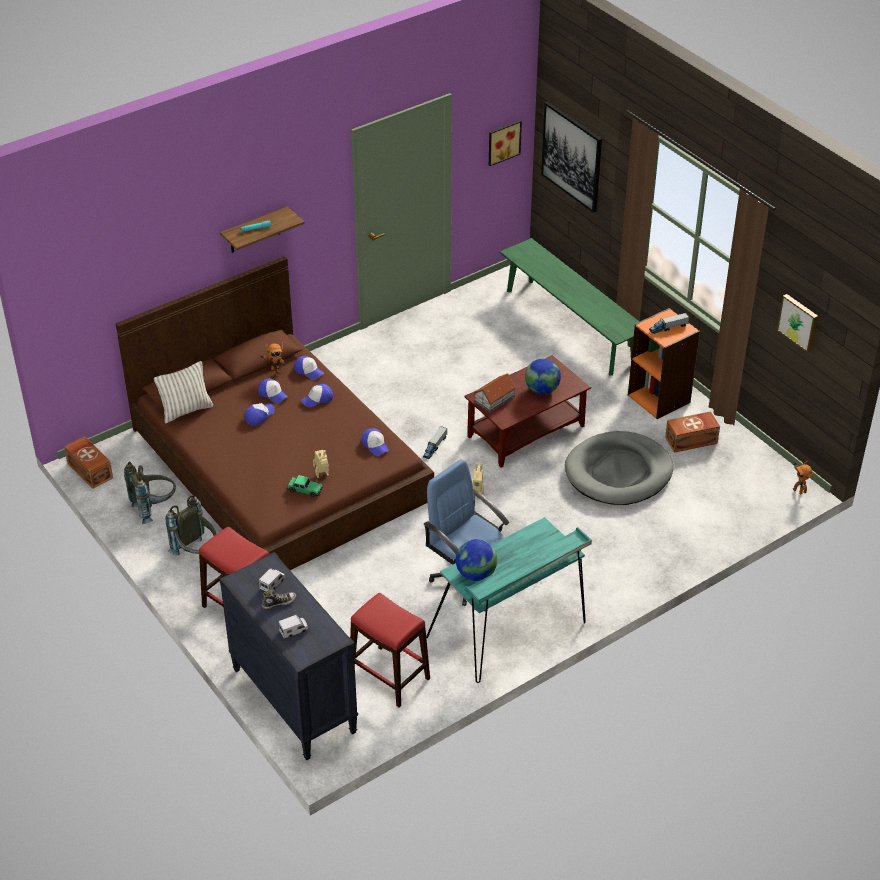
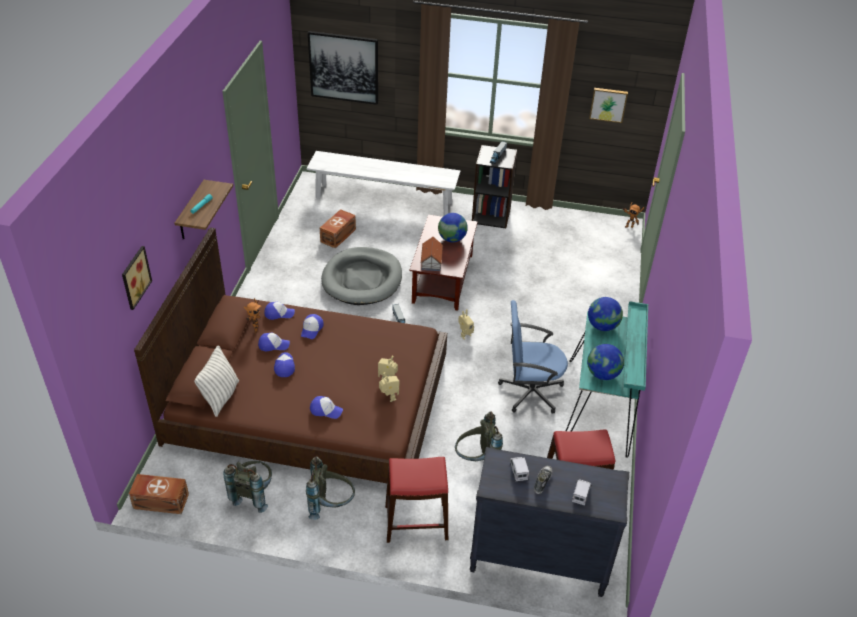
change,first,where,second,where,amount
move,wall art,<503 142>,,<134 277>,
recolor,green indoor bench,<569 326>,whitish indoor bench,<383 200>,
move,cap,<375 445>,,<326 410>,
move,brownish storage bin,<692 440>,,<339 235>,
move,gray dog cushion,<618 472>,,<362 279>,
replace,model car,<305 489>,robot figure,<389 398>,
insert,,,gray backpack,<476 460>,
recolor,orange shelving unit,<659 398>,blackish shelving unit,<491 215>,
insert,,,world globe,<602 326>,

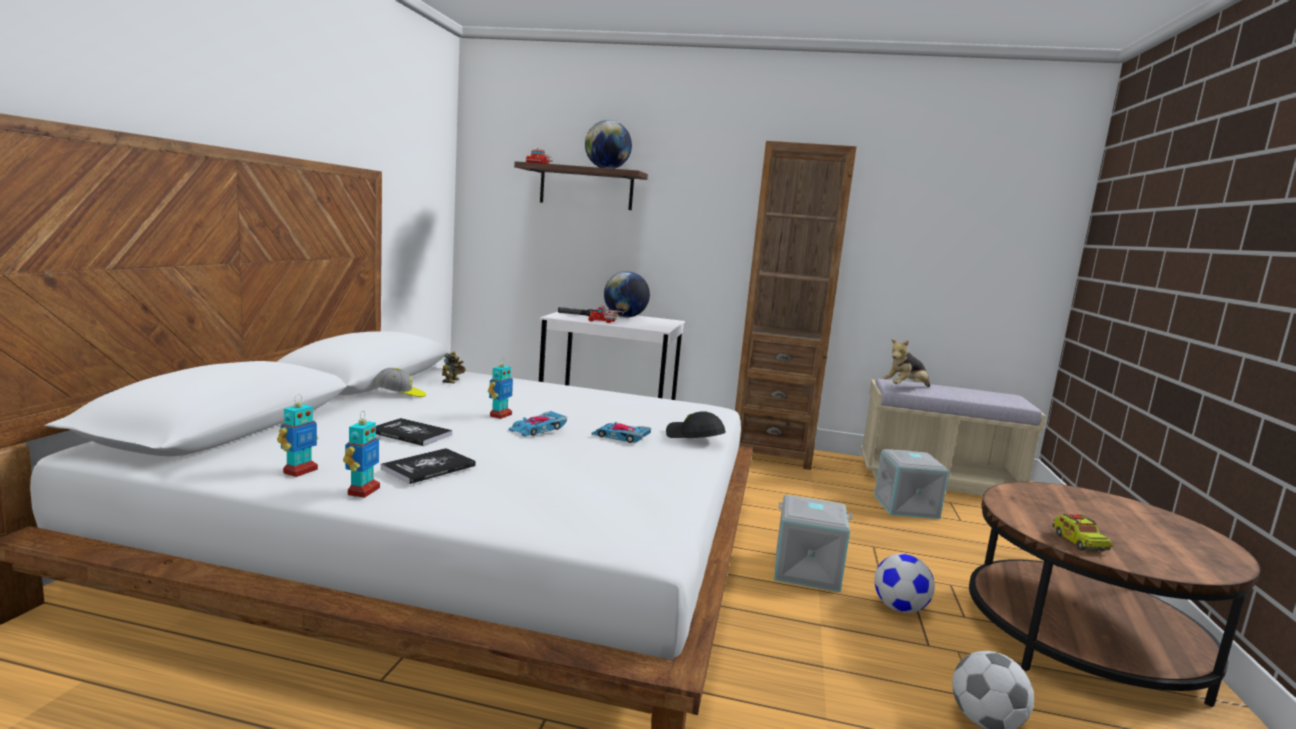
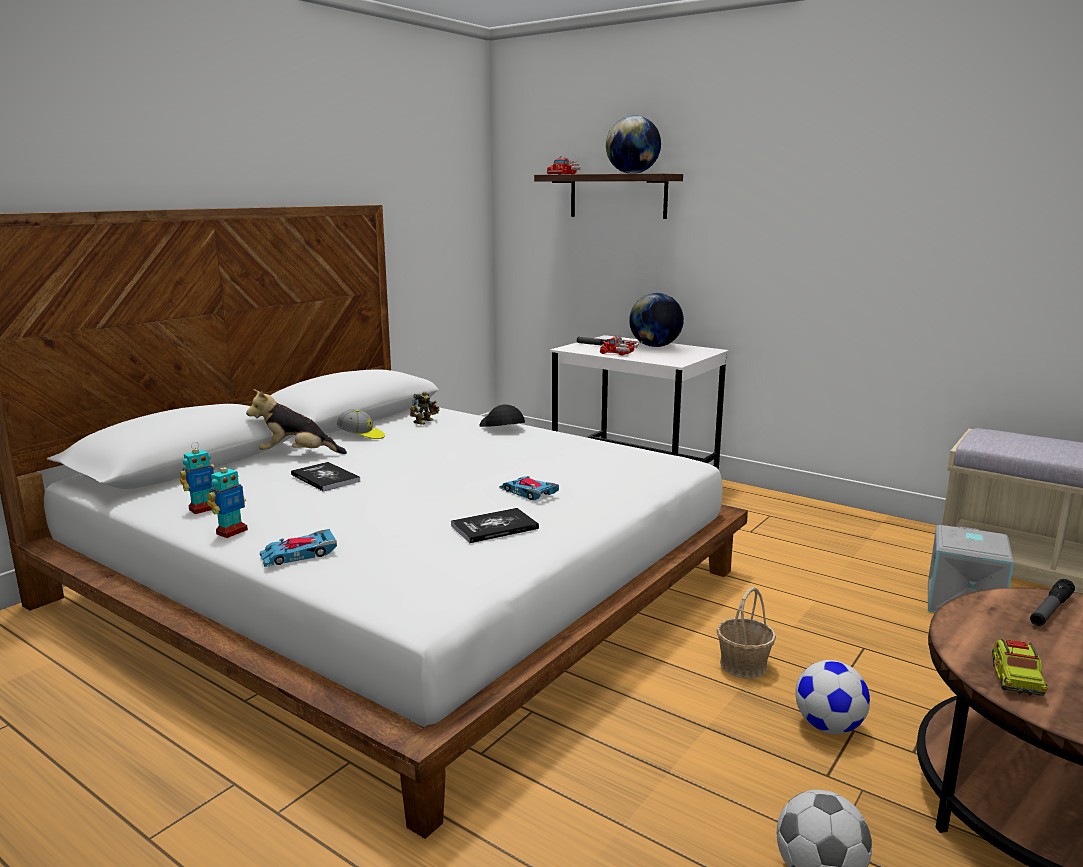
change,first,where,second,where,amount
move,cuddly toy,<905 388>,,<297 455>,
move,model car,<537 429>,,<298 554>,
move,bound book,<428 467>,,<494 527>,
move,blackish cap,<694 437>,,<501 427>,
replace,gray storage bin,<806 571>,basket,<743 665>,
insert,,,flashlight,<1050 610>,
delete,robot figure,<500 415>,,,
delete,brownish shelving unit,<771 453>,,,

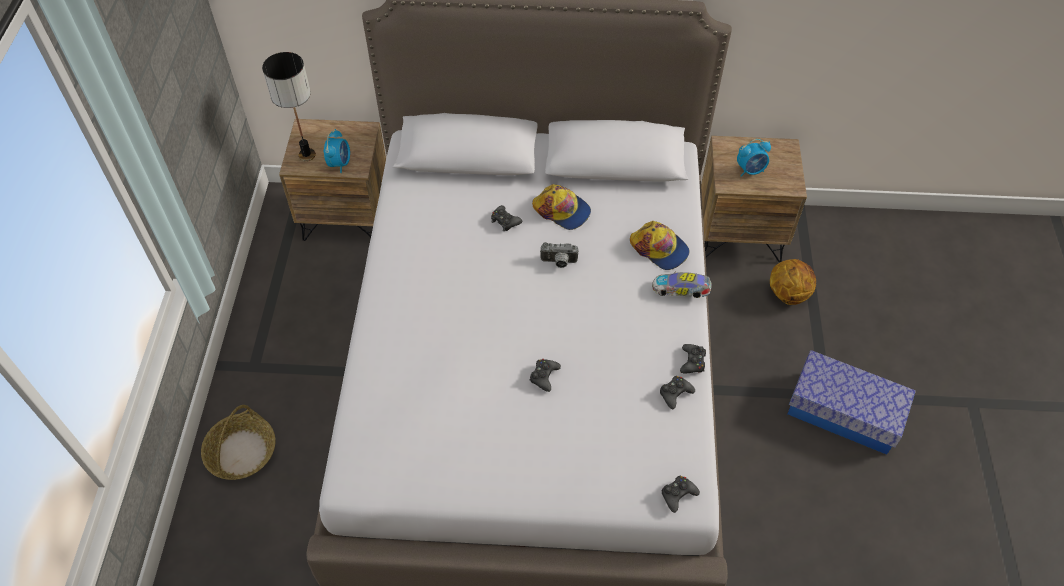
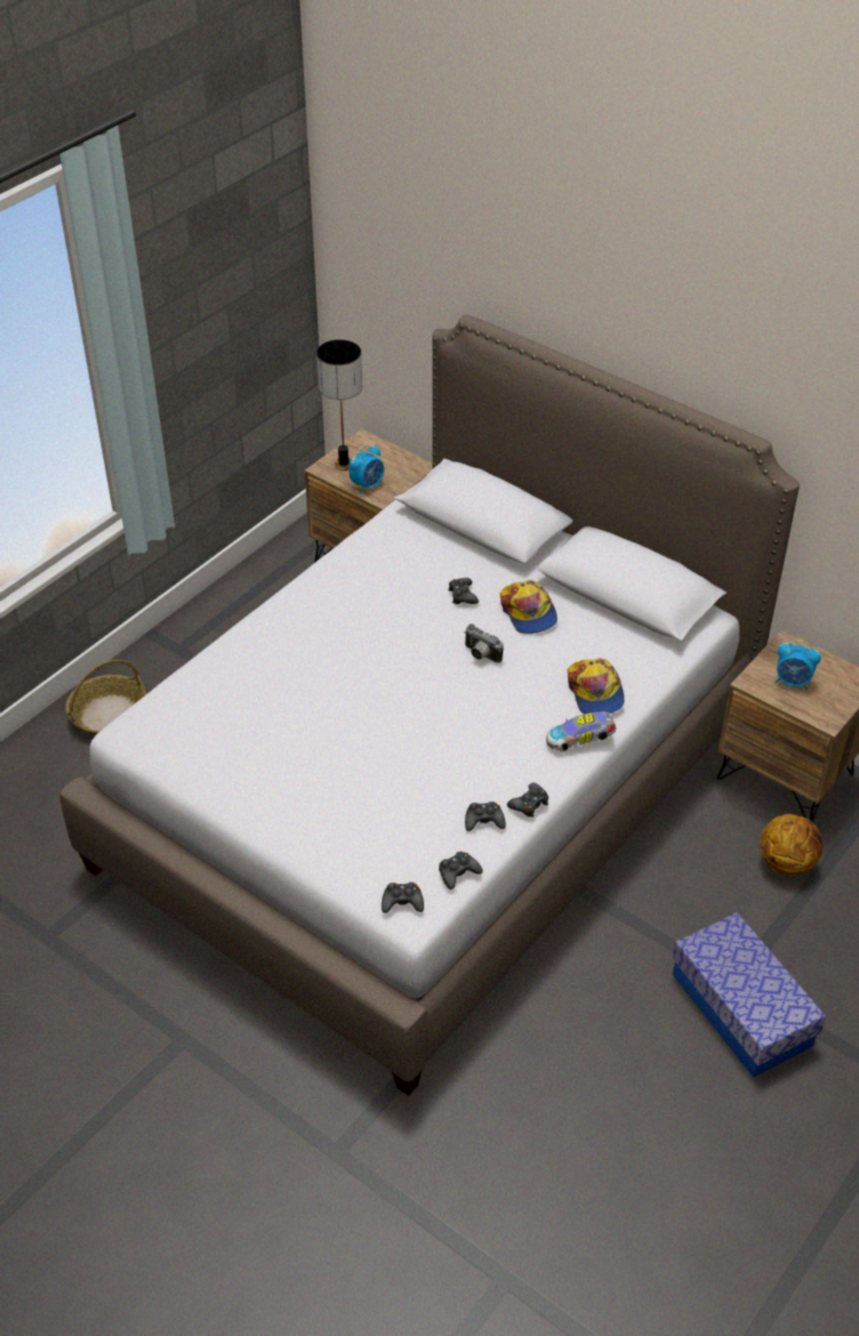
change,first,where,second,where,amount
move,blackish joypad,<544 376>,,<458 873>,
rotate,model car,<682 290>,,<581 739>,60 degrees counterclockwise

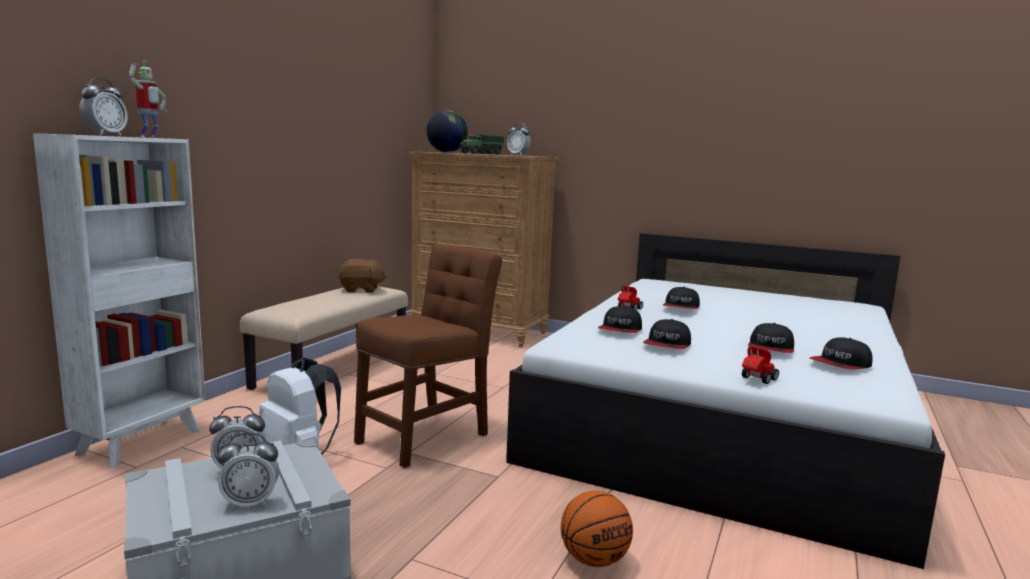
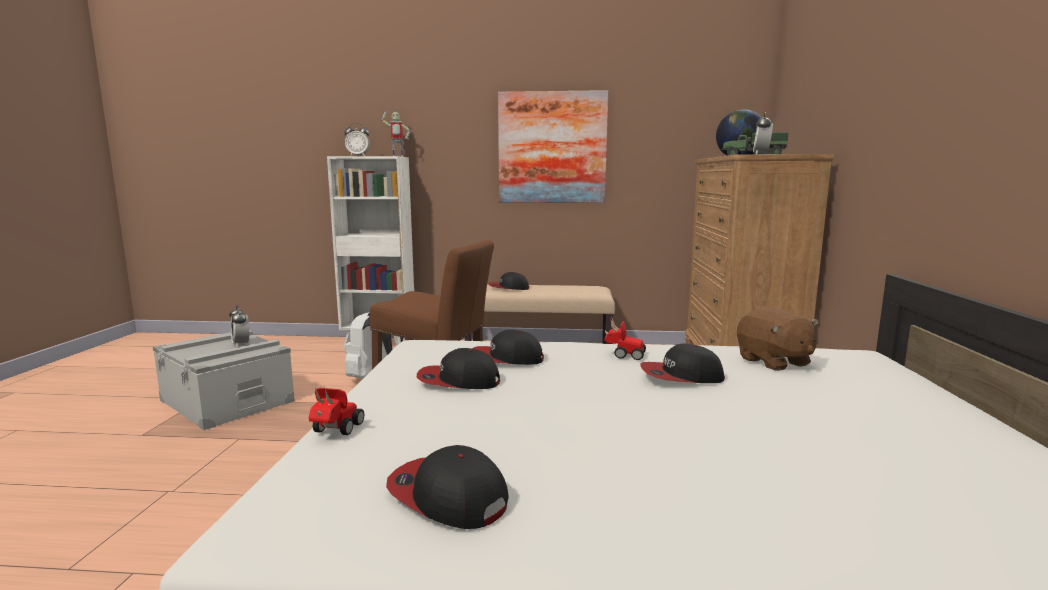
change,first,where,second,where,amount
rotate,model car,<756 380>,,<335 431>,105 degrees counterclockwise
move,cap,<770 349>,,<508 288>,
insert,,,wall art,<552 148>,
move,brownish cuddly toy,<361 290>,,<773 362>,
delete,alarm clock,<250 503>,,,
delete,basketball,<594 560>,,,

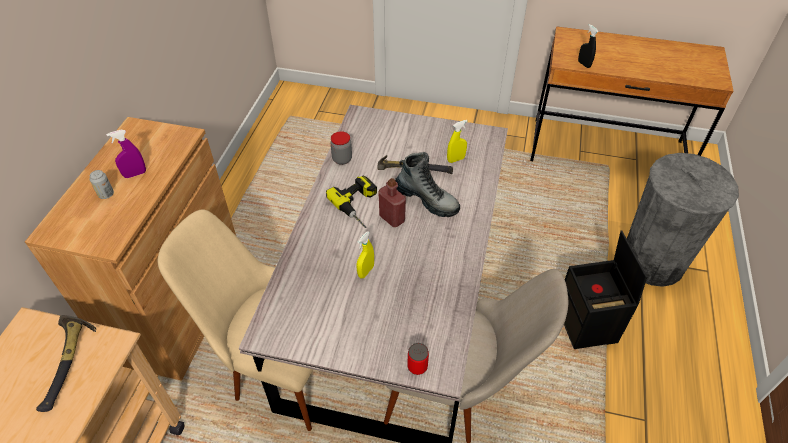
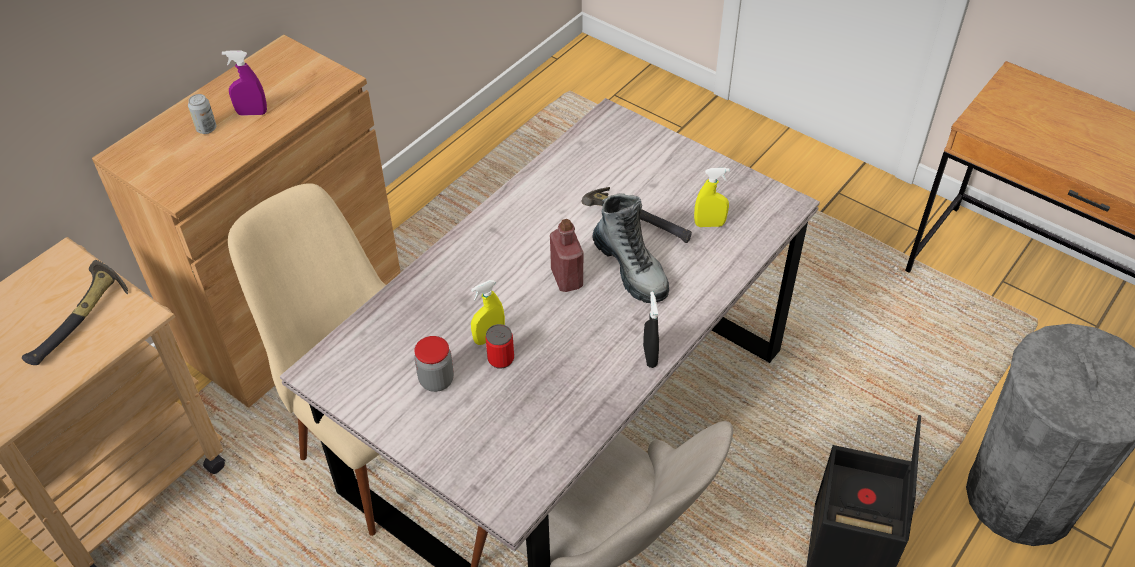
change,first,where,second,where,amount
move,storage jar,<342 159>,,<436 380>,
move,can,<417 366>,,<501 359>,
move,blackish spray bottle,<584 64>,,<650 356>,
delete,drill,<360 205>,,,

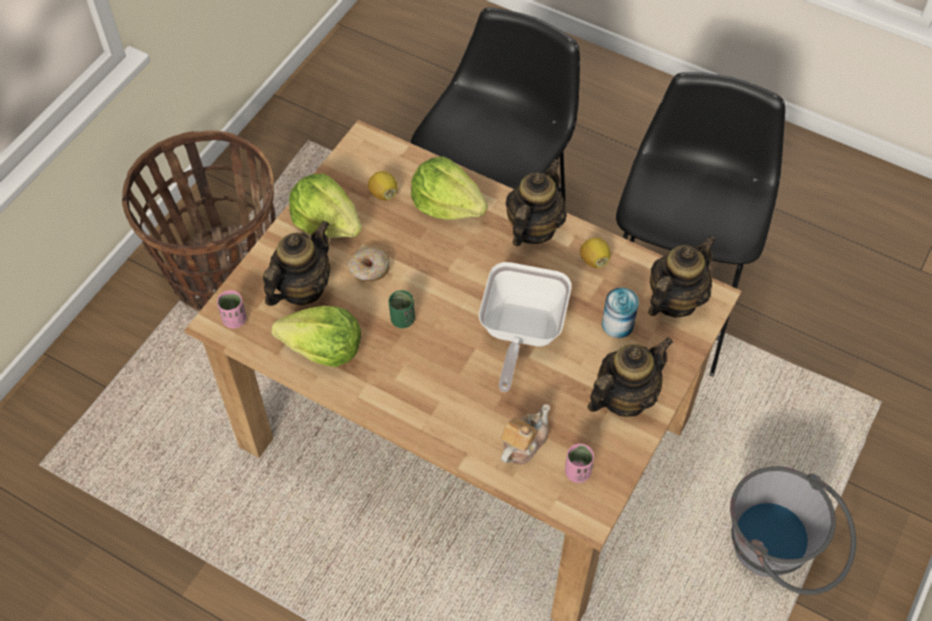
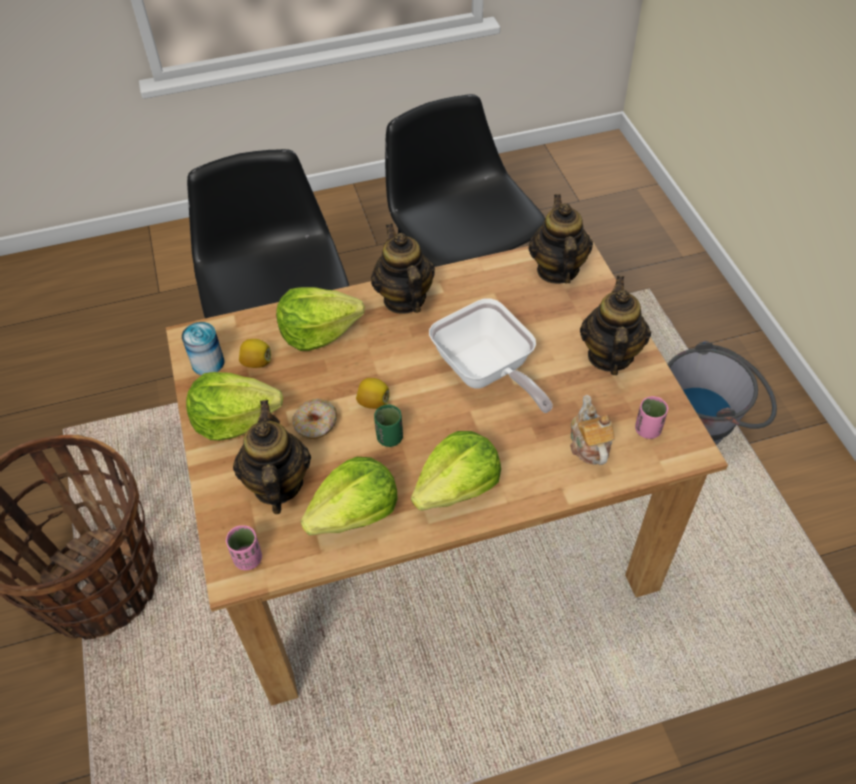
change,first,where,second,where,amount
move,can,<617 324>,,<208 363>,
move,lemon,<594 260>,,<373 402>,
insert,,,lettuce,<458 488>,

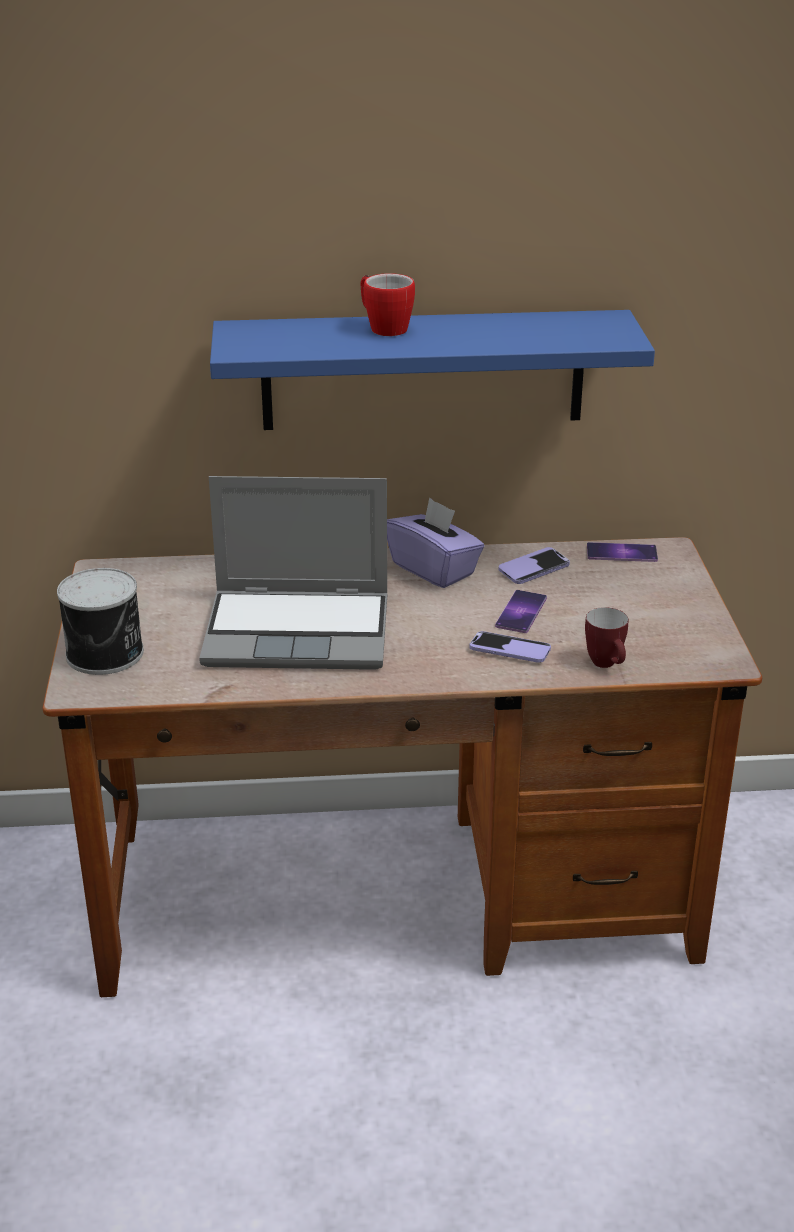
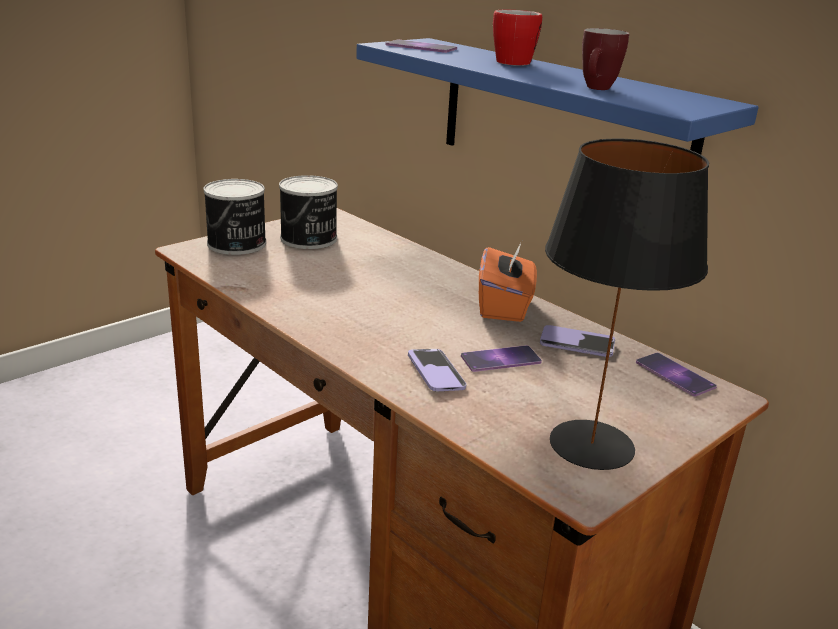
change,first,where,second,where,amount
insert,,,can,<309 239>,
insert,,,telephone,<421 47>,
recolor,purple-coloured box of tissues,<434 569>,orange box of tissues,<504 306>,
insert,,,blackish tabletop lamp,<591 444>,
move,tea mug,<607 665>,,<597 89>,
delete,portable computer,<300 632>,,,

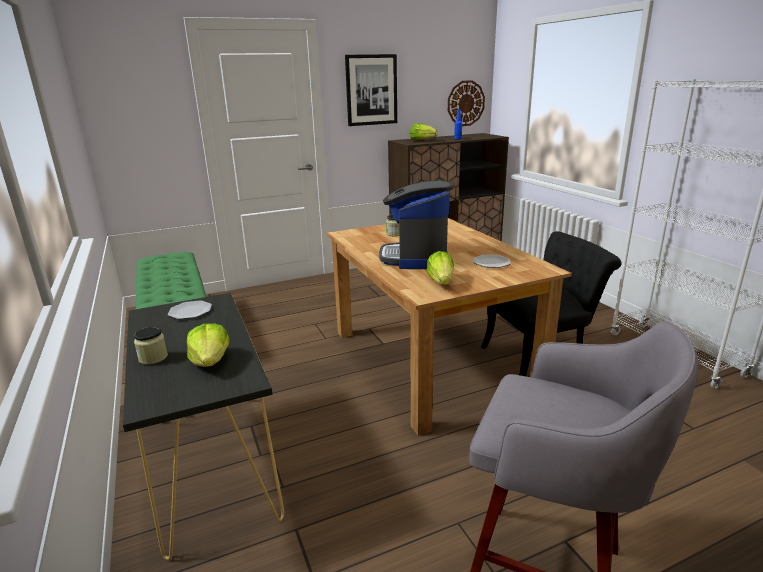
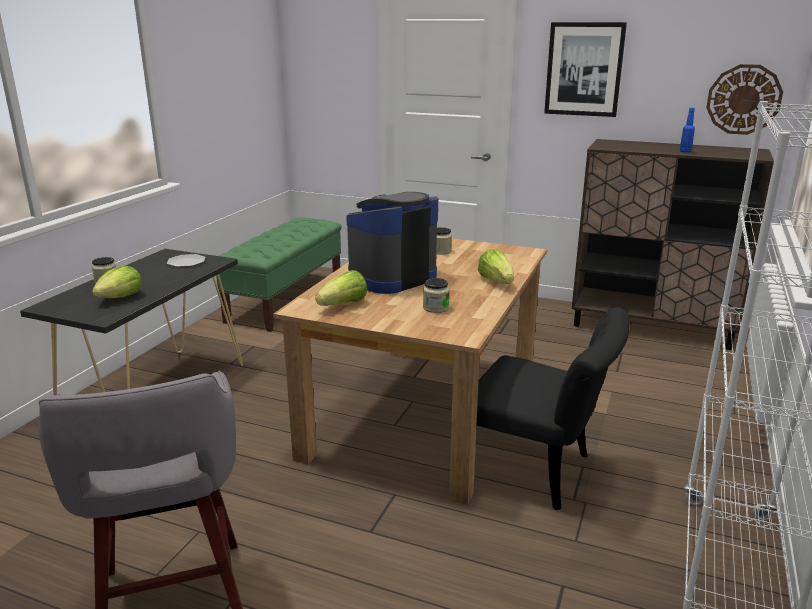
change,first,where,second,where,amount
replace,plate,<491 263>,storage jar,<435 308>,
move,lettuce,<422 140>,,<496 282>,

